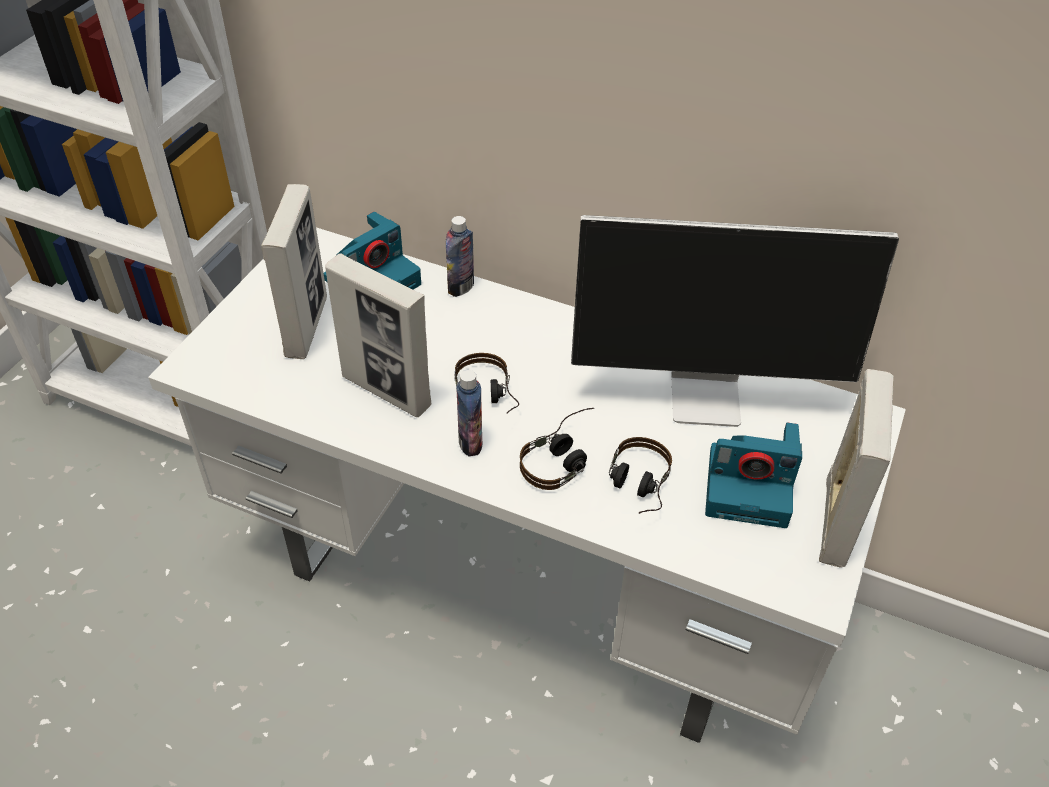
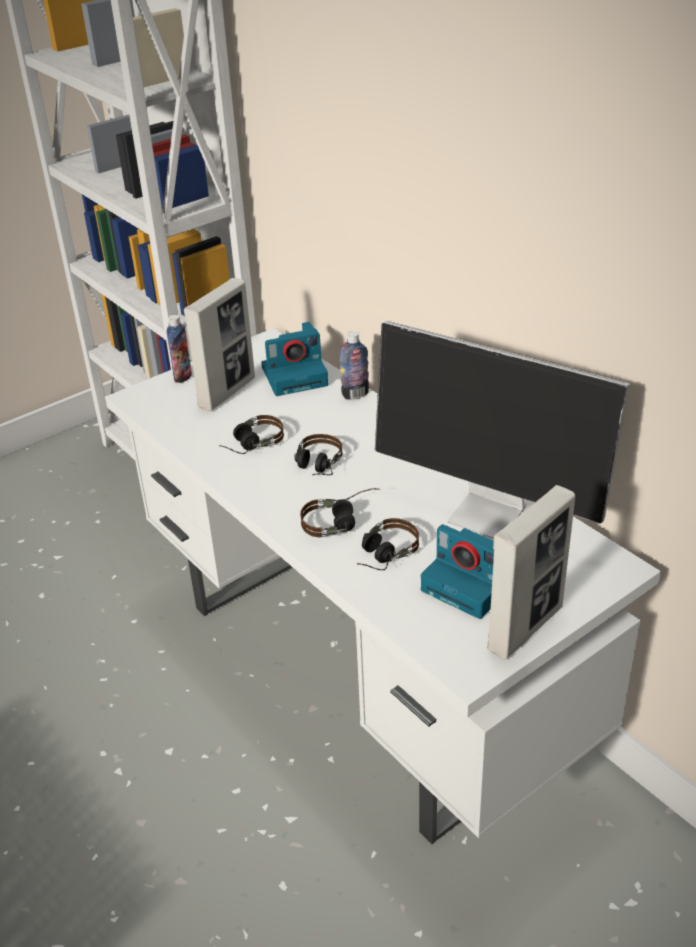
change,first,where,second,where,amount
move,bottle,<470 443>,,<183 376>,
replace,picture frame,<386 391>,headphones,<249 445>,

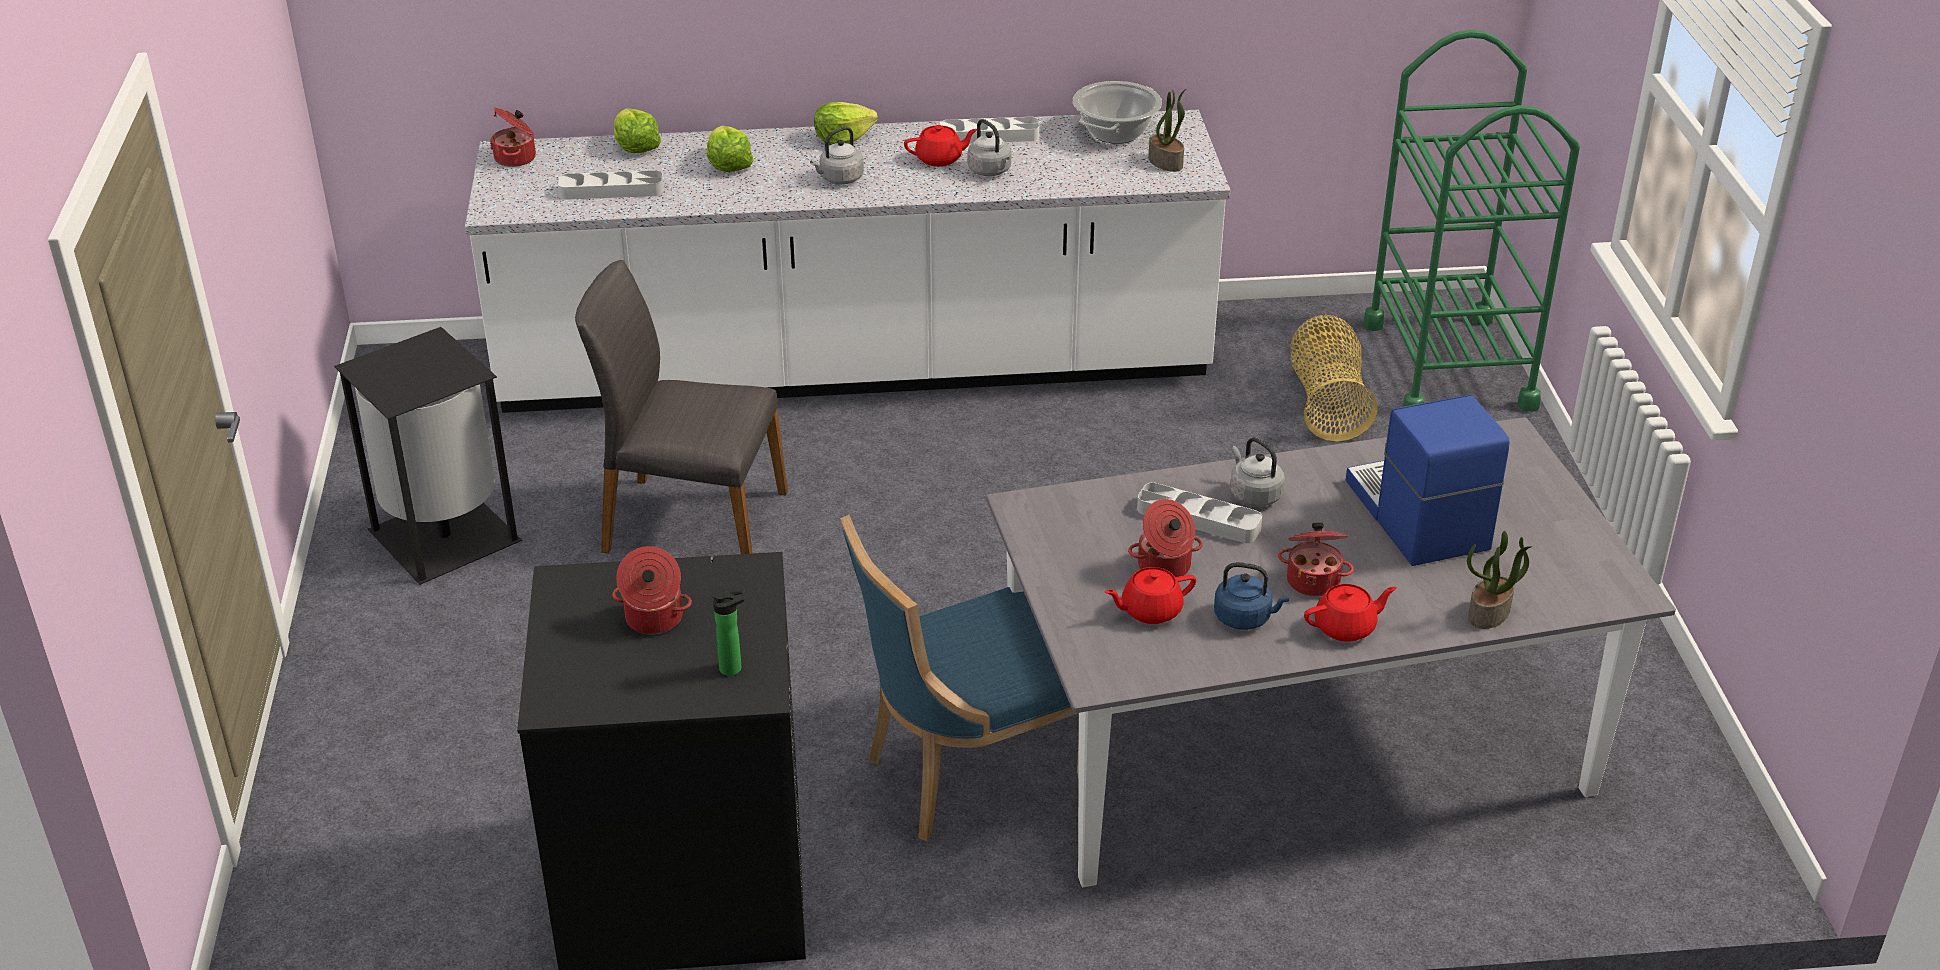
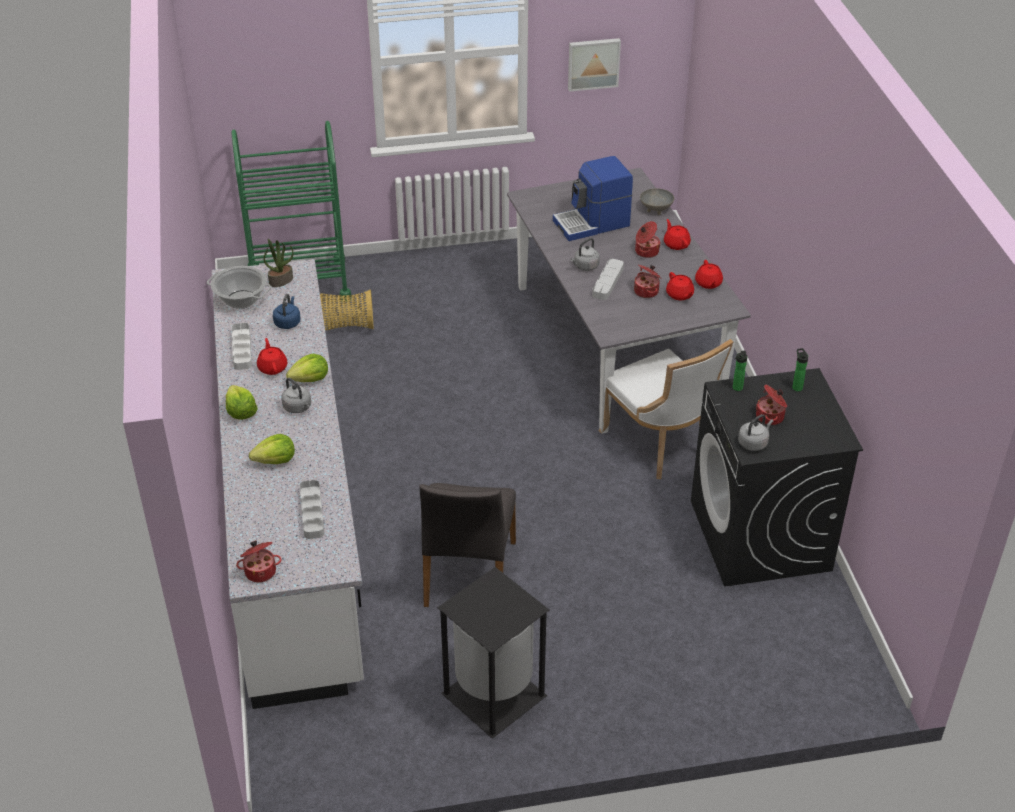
change,first,where,second,where,amount
move,bluish water kettle,<1245 618>,,<288 322>,
move,lettuce,<636 146>,,<310 379>,
insert,,,wall art,<593 63>,
recolor,bluish upright chair,<968 773>,whitish upright chair,<660 445>,
replace,houseplant,<1489 613>,gray serving bowl,<656 209>,
insert,,,red-coloured teapot,<708 283>,
insert,,,bottle,<736 389>,
move,gray water kettle,<991 171>,,<754 443>,

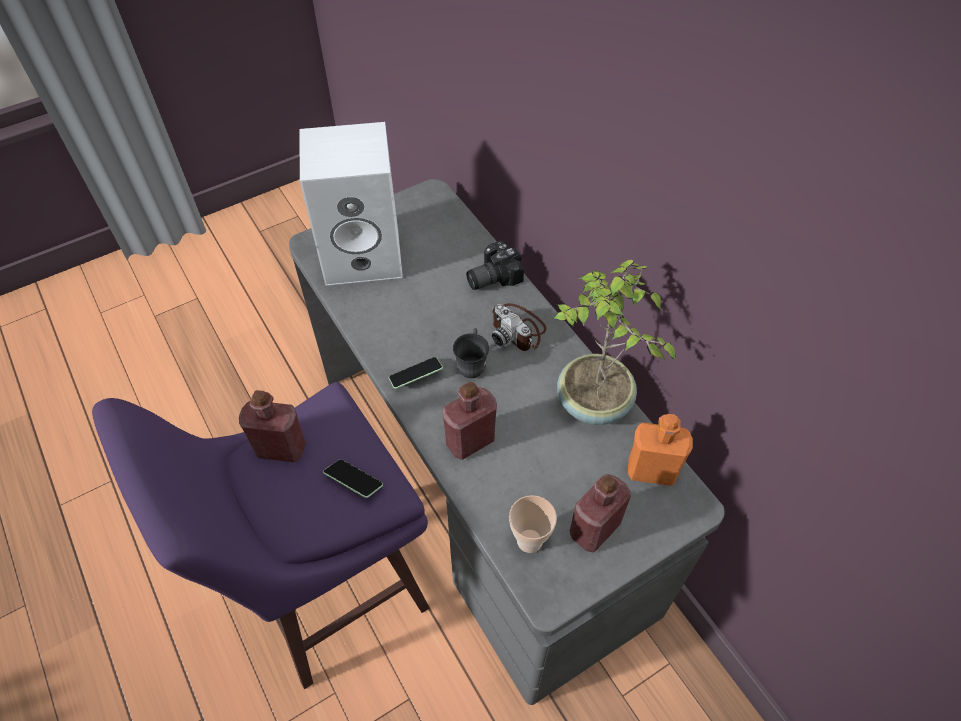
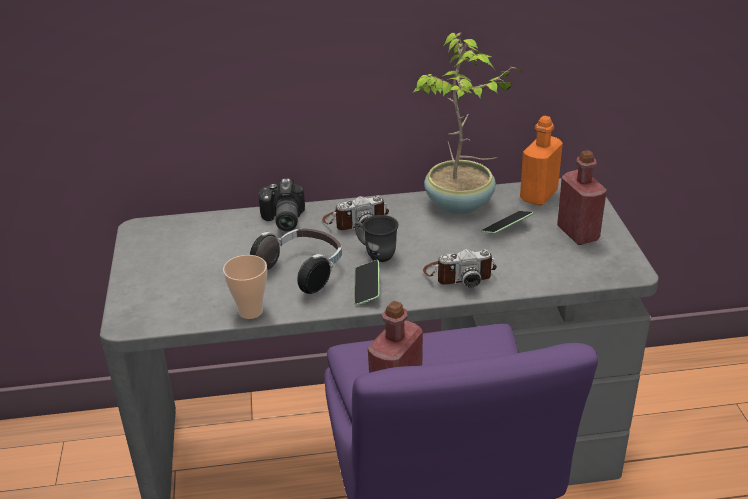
change,first,where,second,where,amount
move,cup,<529 540>,,<250 311>,
insert,,,headphones,<303 271>,
replace,red-coloured bottle,<470 441>,photo camera,<459 274>,
move,telephone,<354 482>,,<506 228>,
delete,whitish loudspeaker,<364 254>,,,

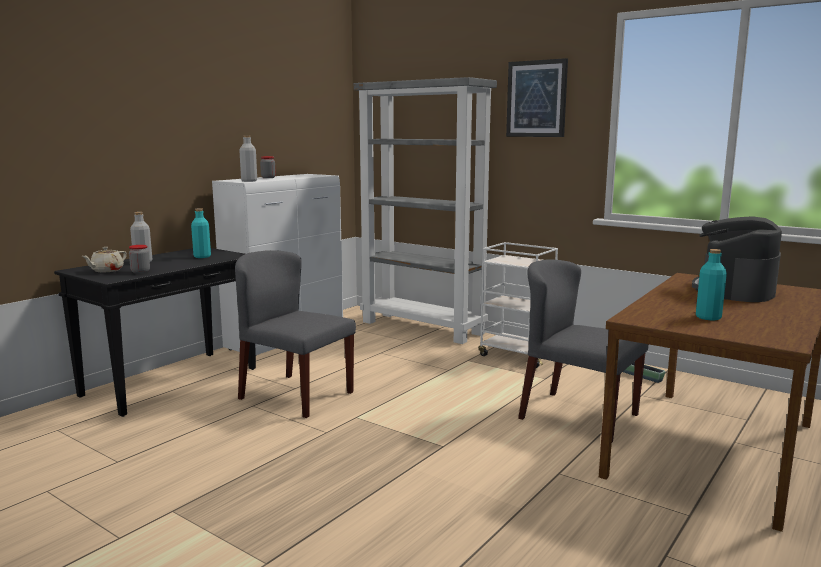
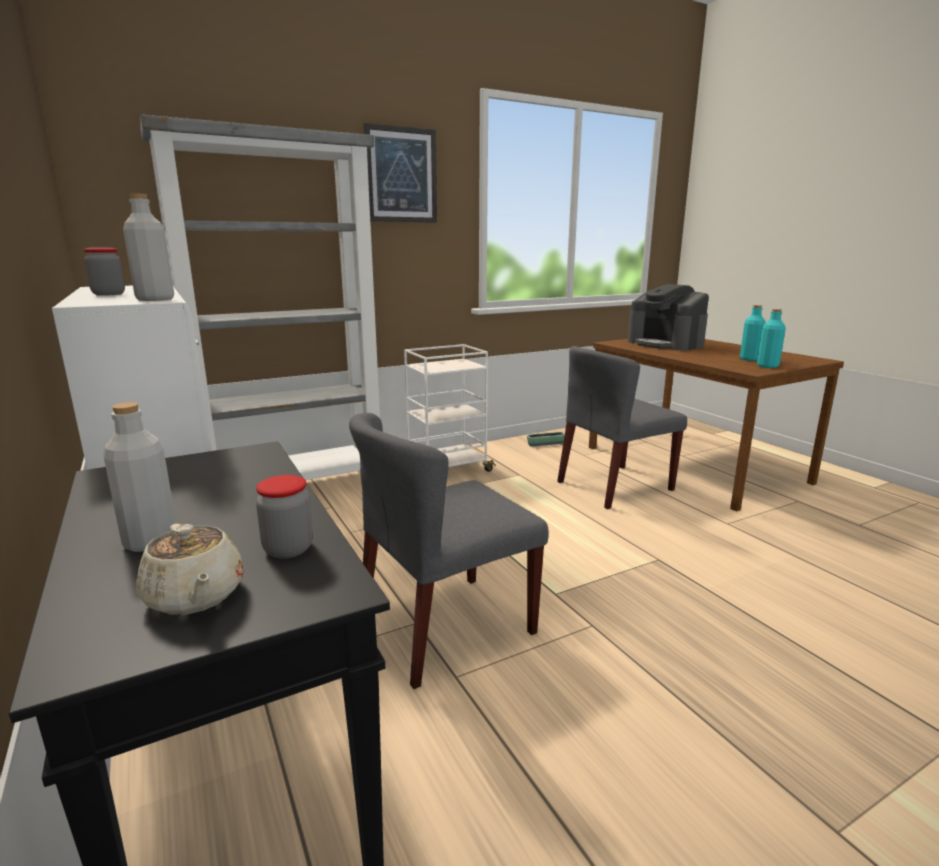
change,first,where,second,where,amount
move,turquoise bottle,<202 256>,,<767 366>,

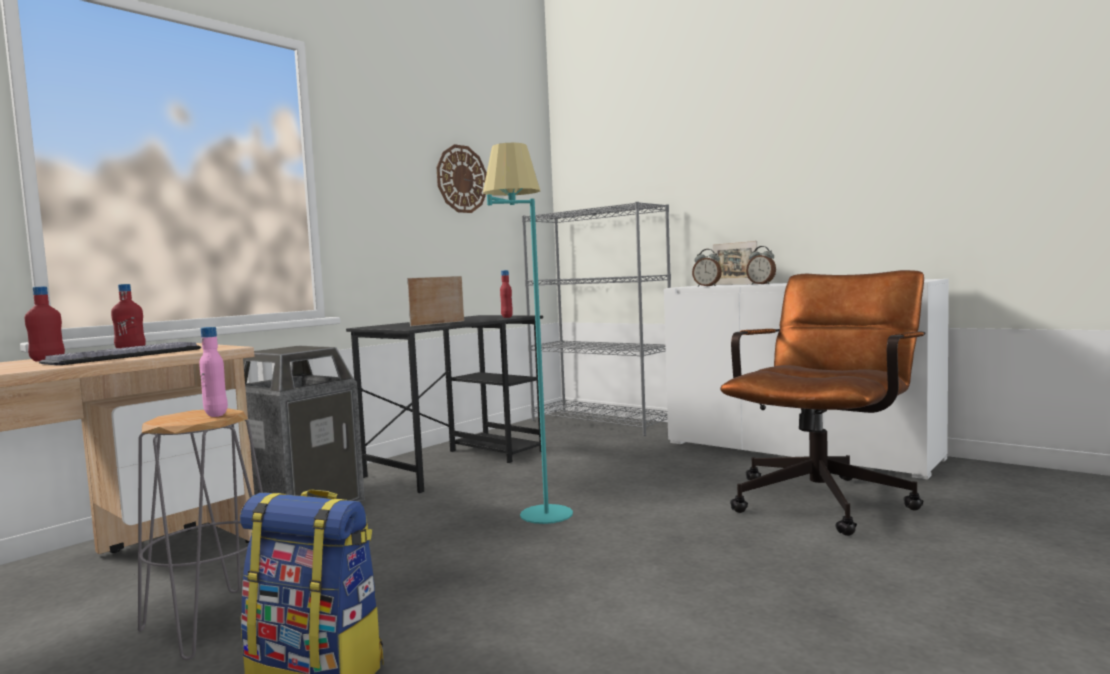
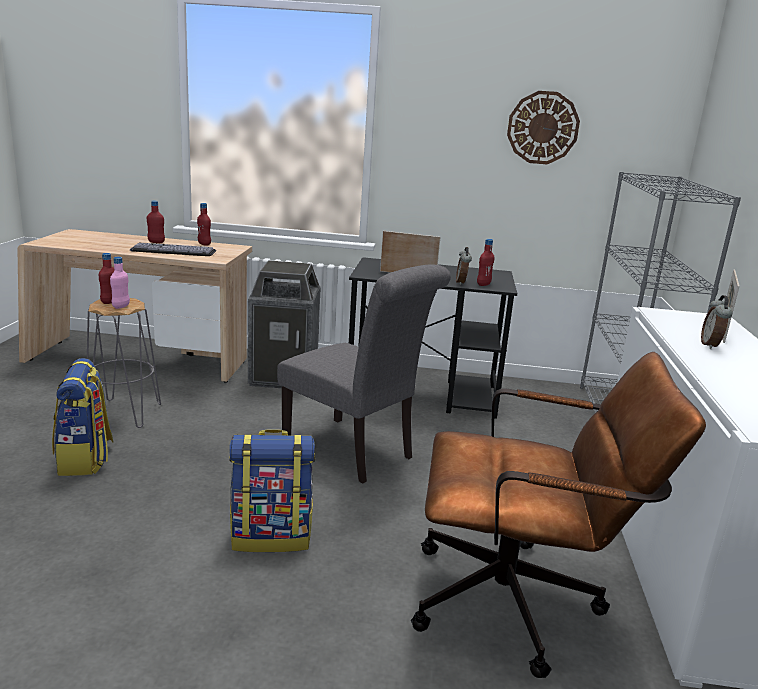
change,first,where,second,where,amount
insert,,,red-coloured bottle,<110 302>,
insert,,,backpack,<272 536>,
replace,turquoise floor lamp,<533 507>,gray upright chair,<354 452>,
move,alarm clock,<707 286>,,<461 283>,

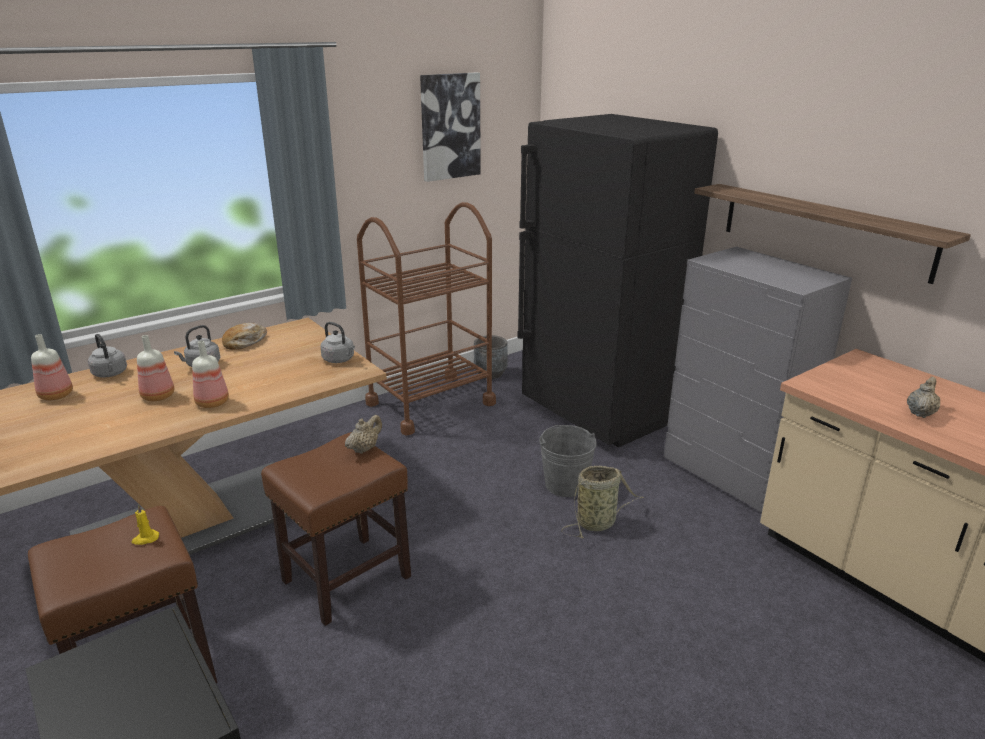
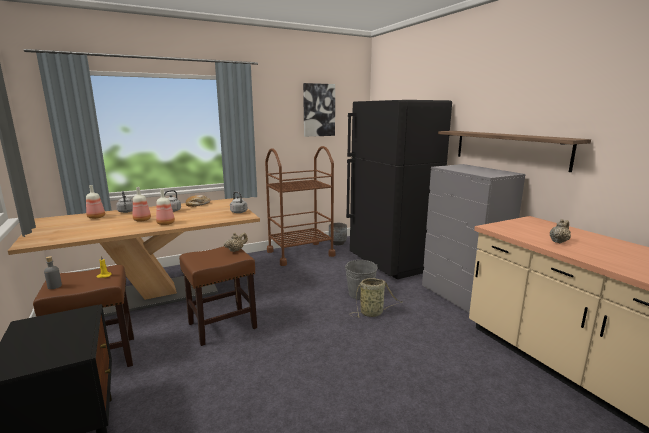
change,first,where,second,where,amount
insert,,,gray bottle,<54 286>,

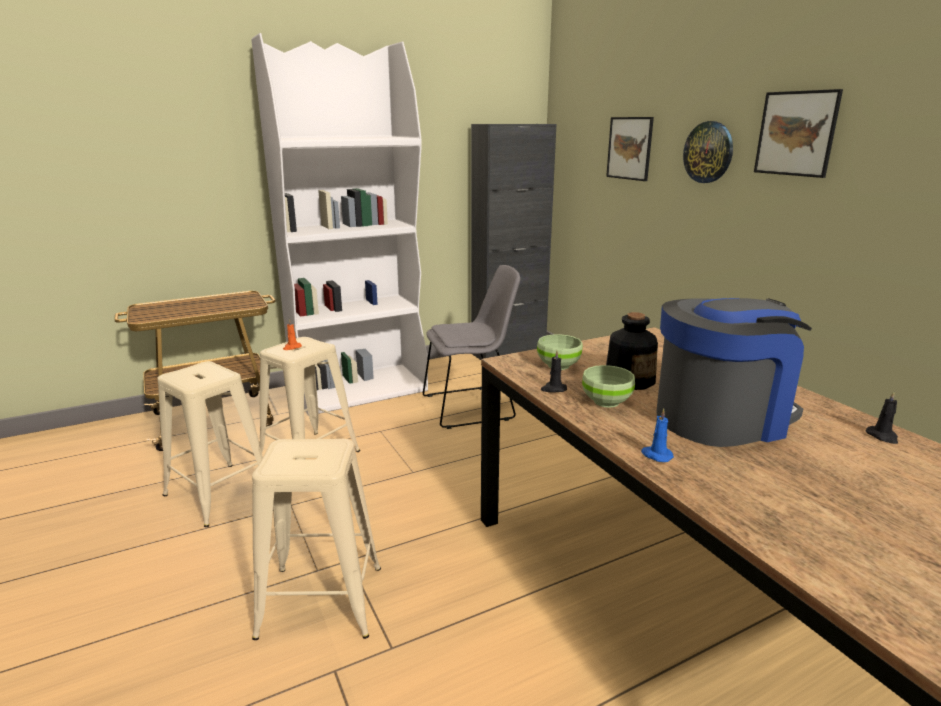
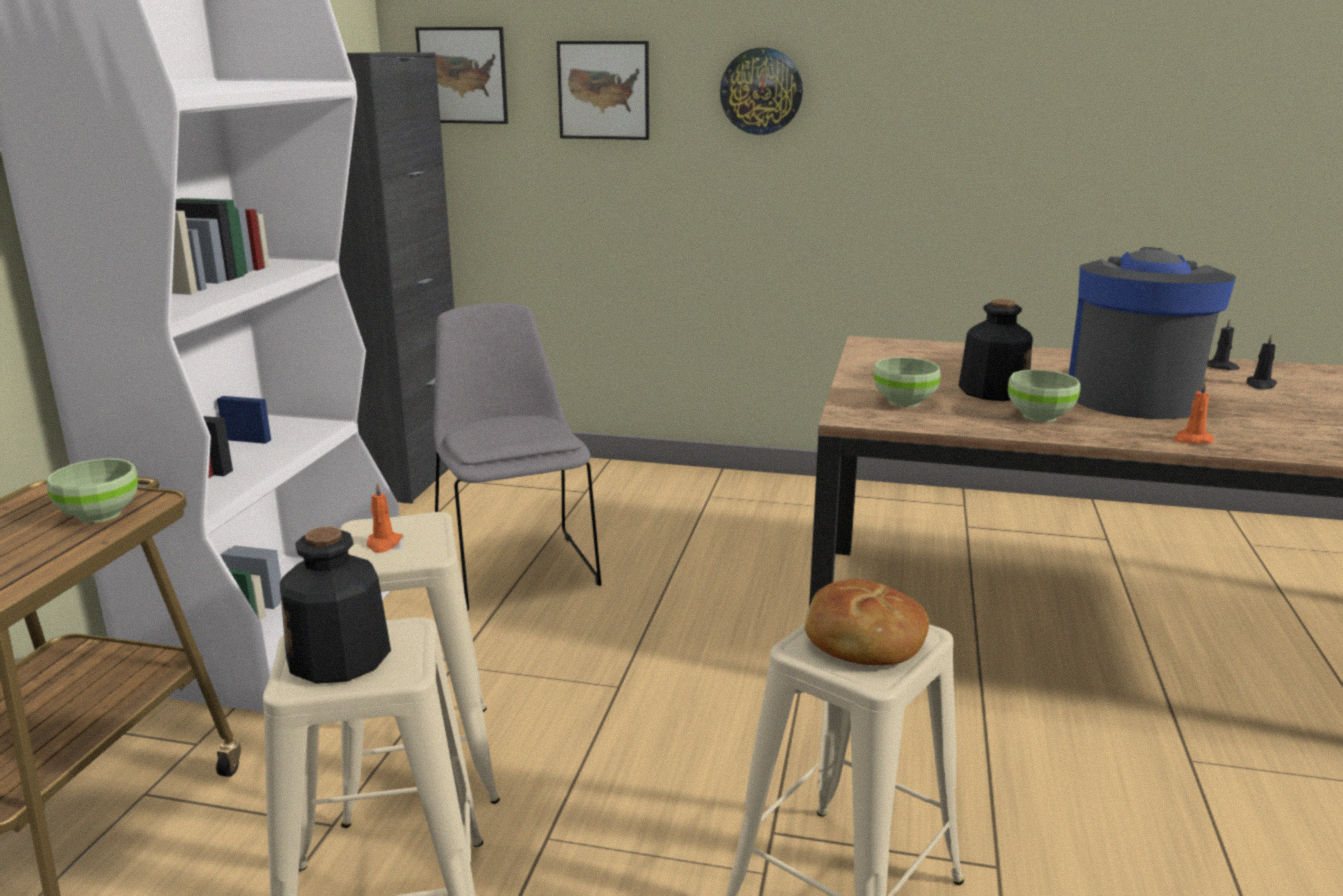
change,first,where,second,where,amount
insert,,,green serving bowl,<99 514>,
insert,,,bottle,<340 658>,
move,wall art,<796 133>,,<462 75>,
rotate,gray upright chair,<471 406>,,<515 568>,45 degrees counterclockwise
insert,,,bread,<863 641>,
recolor,bluish wax candle,<656 455>,orange wax candle,<1192 440>,
move,blackish wax candle,<553 389>,,<1260 385>,

